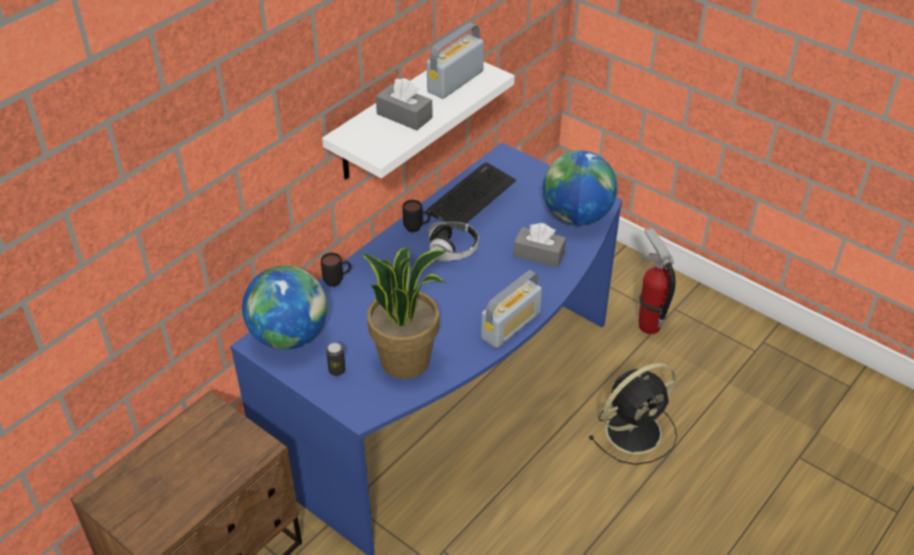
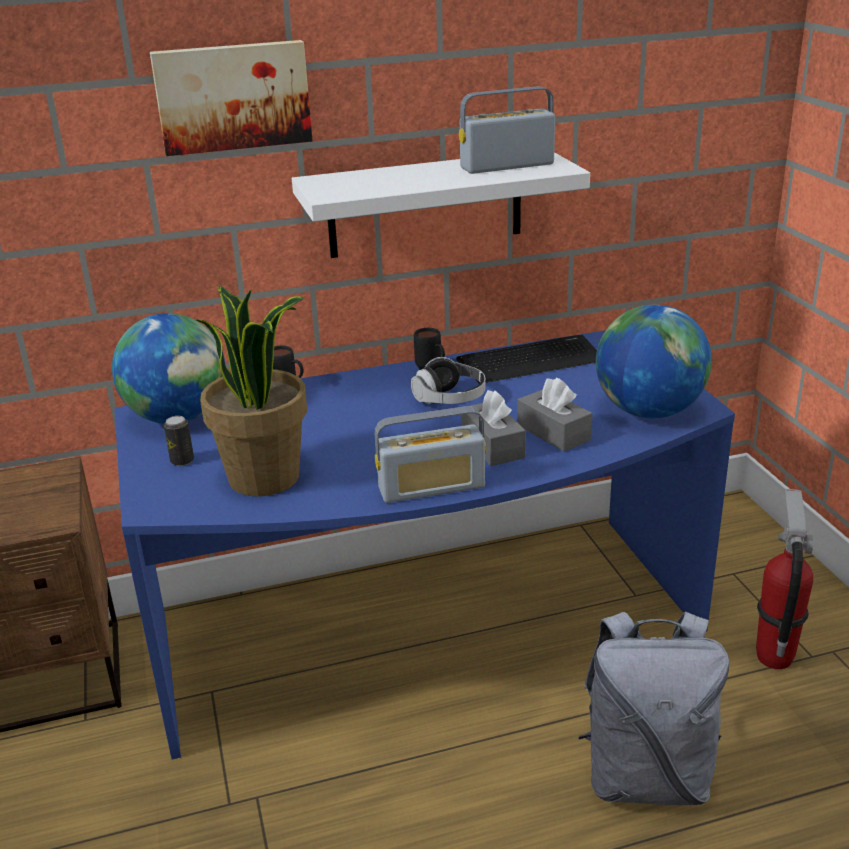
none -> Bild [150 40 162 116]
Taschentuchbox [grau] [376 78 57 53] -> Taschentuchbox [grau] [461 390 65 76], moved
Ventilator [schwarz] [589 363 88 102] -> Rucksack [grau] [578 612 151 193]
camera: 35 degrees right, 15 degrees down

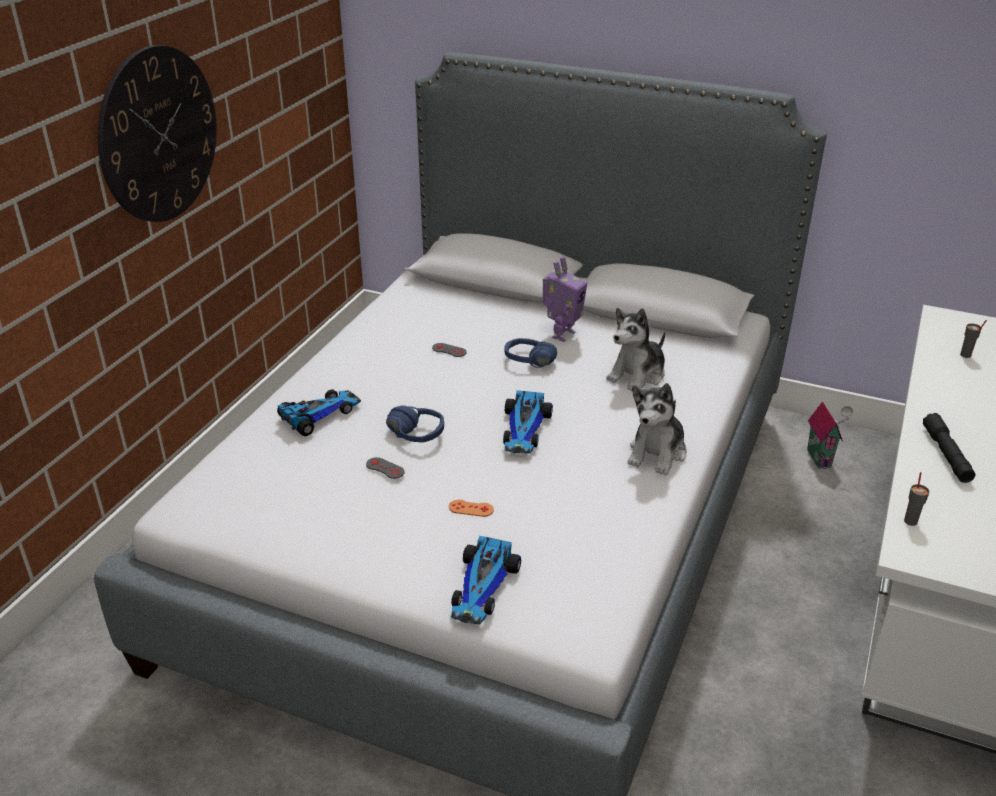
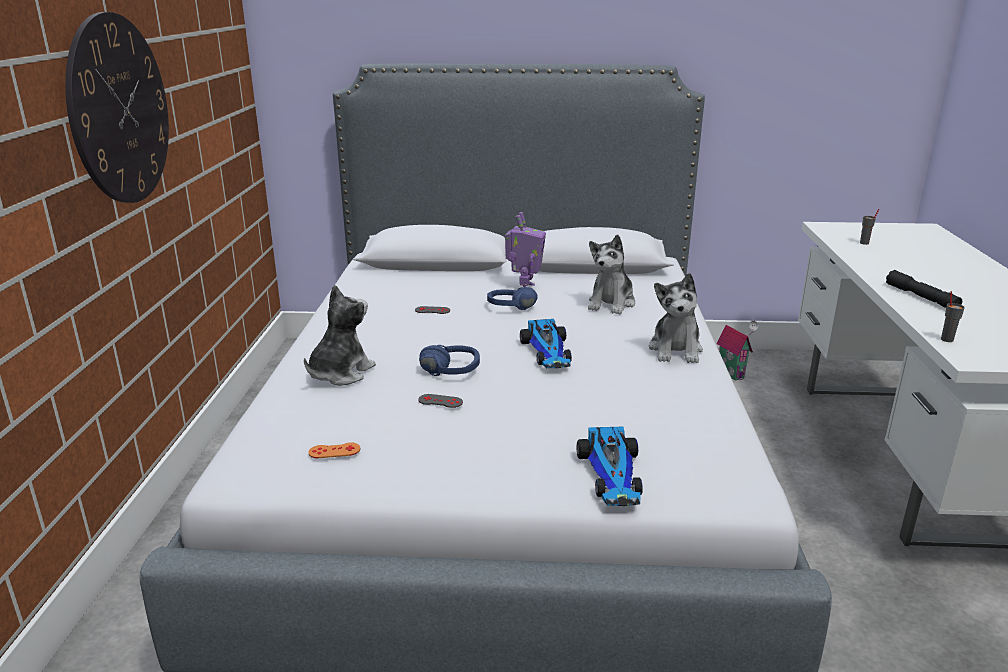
Gamepad [orange] [449 500 45 17] -> Gamepad [orange] [308 443 53 15], moved
Spielzeugauto [277 389 84 47] -> Plüschtier [304 285 72 101]
camera: 20 degrees left, 10 degrees down

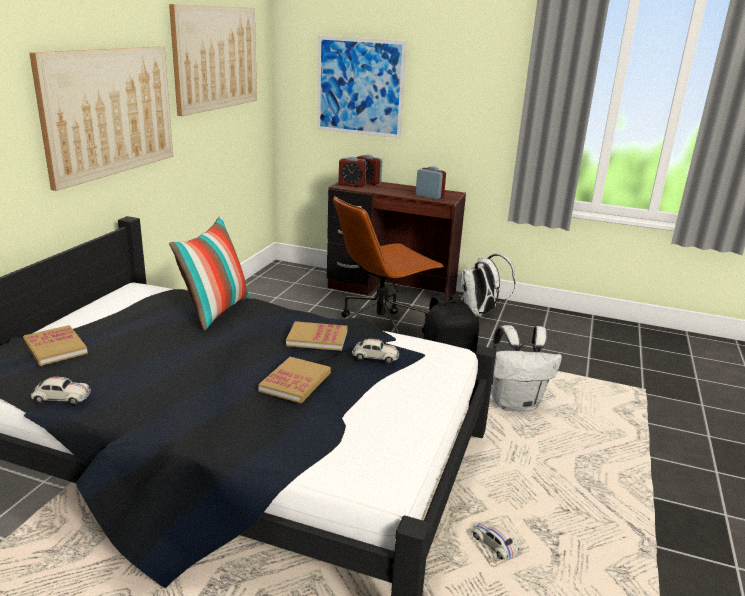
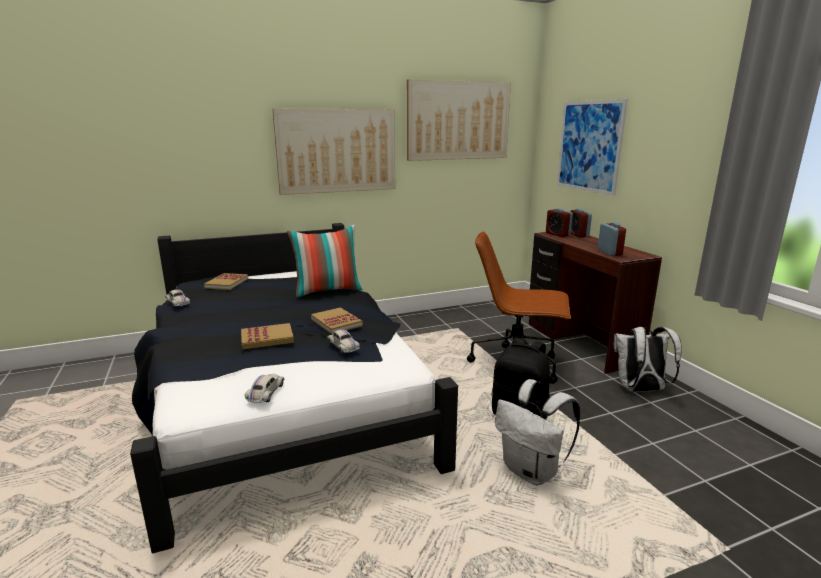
Spielzeugauto [weiß] [471 521 49 39] -> Spielzeugauto [weiß] [245 374 40 29], moved
camera: 50 degrees right, 5 degrees down

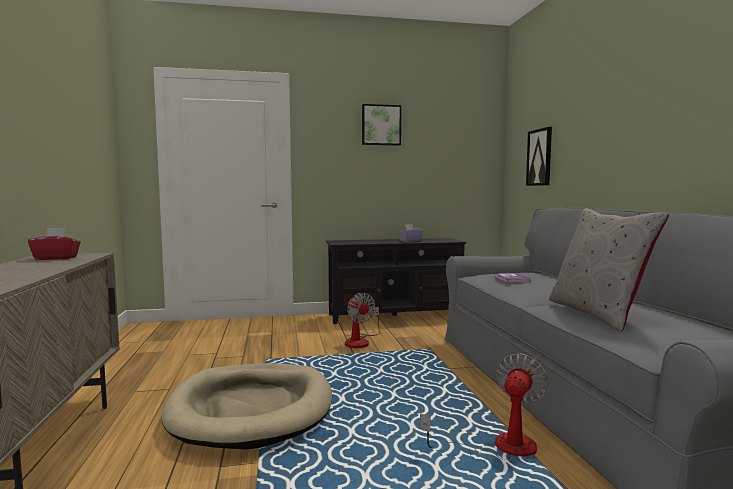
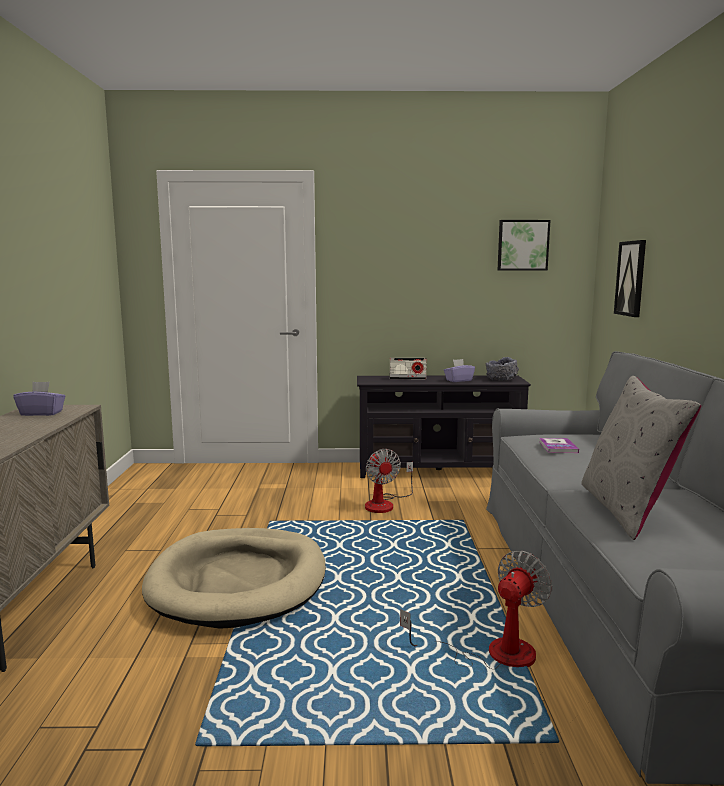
none -> Radio [390 358 37 21]
none -> Schüssel [grau] [486 357 33 24]
Bild [362 104 39 41] -> Bild [498 220 52 51], moved
Taschentuchbox [rot] [28 228 53 32] -> Taschentuchbox [lila] [13 382 53 34]
camera: 10 degrees right, 5 degrees up

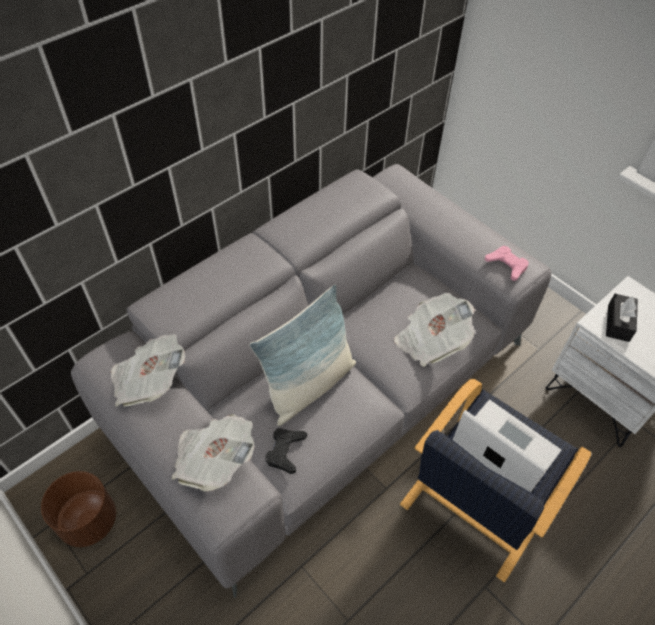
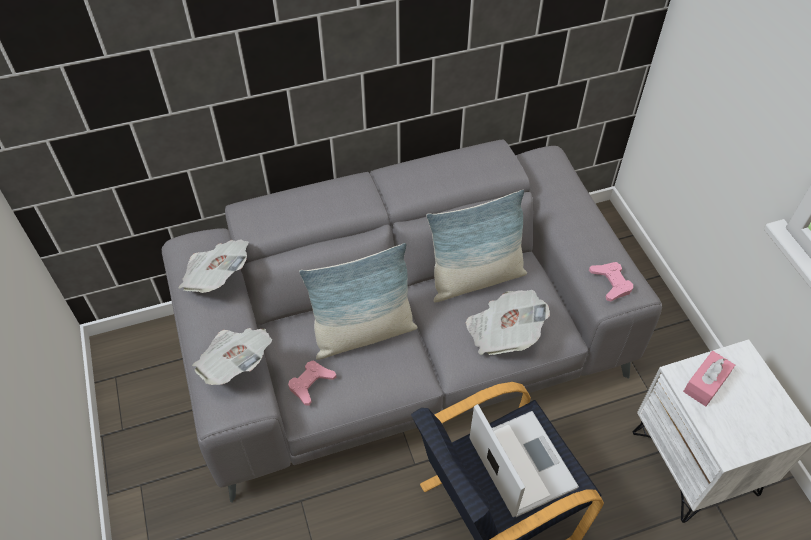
Pflanzkübel [braun] [41 471 75 76] -> none
none -> Kissen [426 190 101 112]
Gamepad [schwarz] [265 428 42 46] -> Gamepad [rosa] [288 361 49 45]
Taschentuchbox [schwarz] [606 294 32 48] -> Taschentuchbox [rosa] [683 351 52 56]
camera: 25 degrees right, 0 degrees up

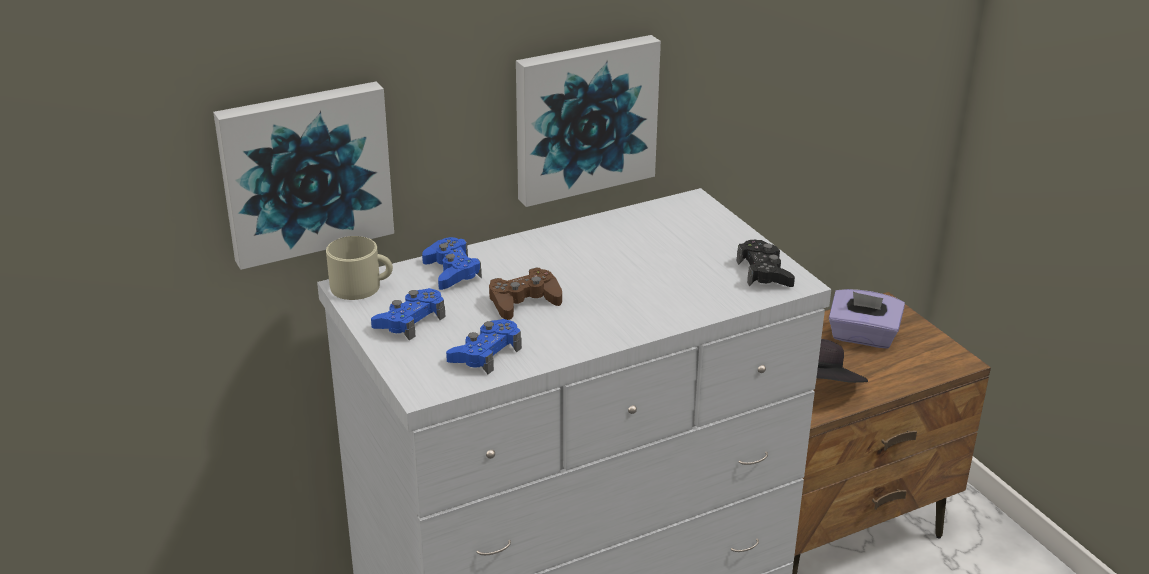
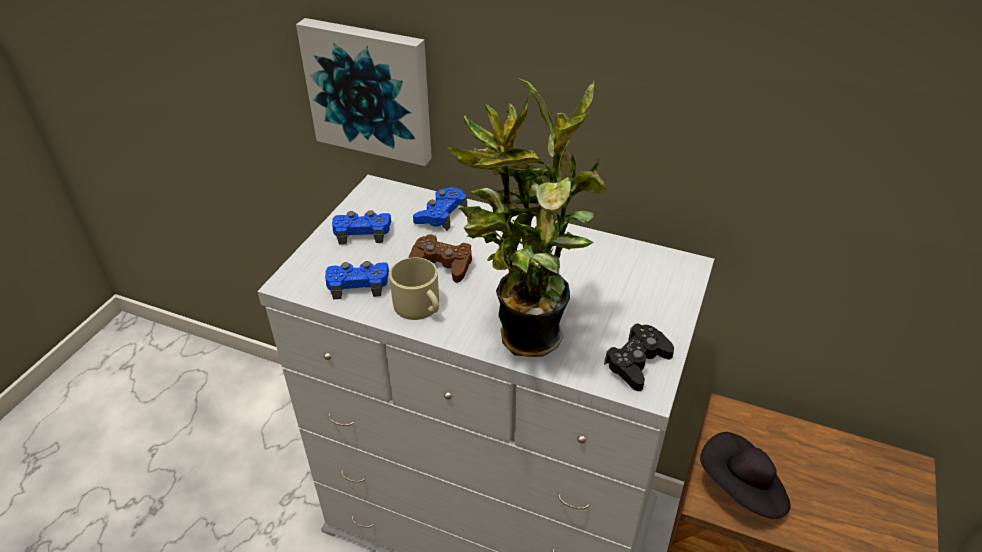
Bild [516 35 145 172] -> none
Taschentuchbox [lila] [829 289 76 60] -> none
none -> Topfpflanze [447 77 159 280]
Henkelbecher [beige] [326 236 67 64] -> Henkelbecher [beige] [389 258 50 62], moved
camera: 50 degrees right, 10 degrees up

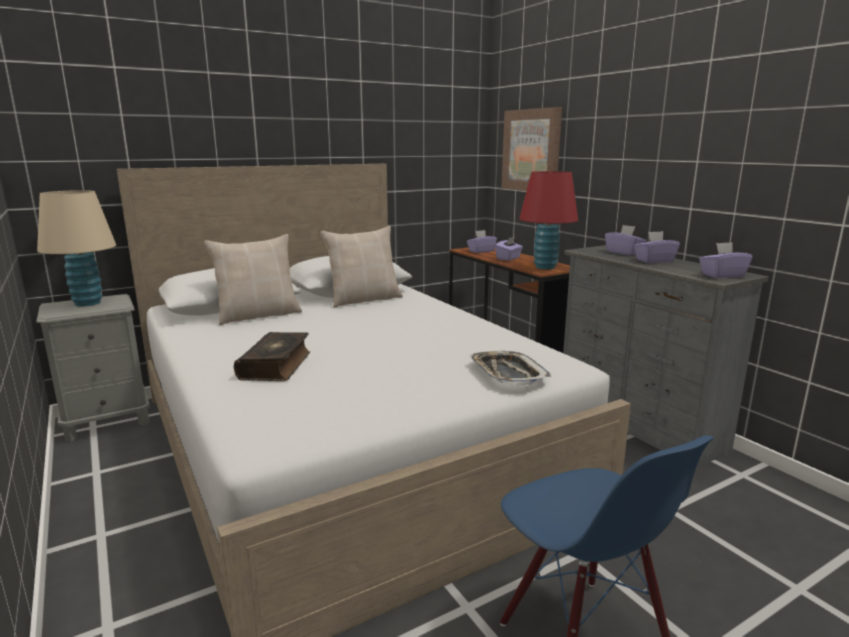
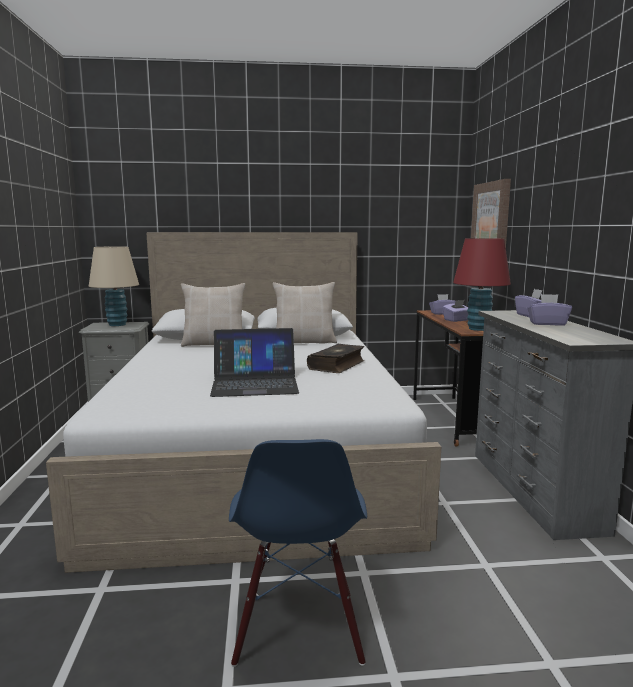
Tablett [469 351 82 35] -> none
Taschentuchbox [lila] [699 242 53 36] -> none
none -> Laptop [210 328 89 69]
Buch [234 332 76 49] -> Buch [307 344 57 29], moved
camera: 25 degrees right, 5 degrees down

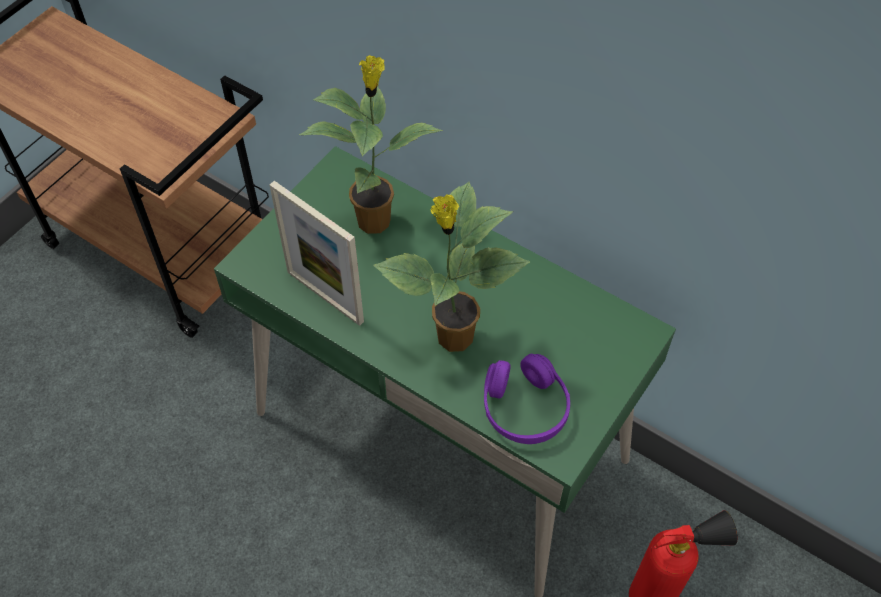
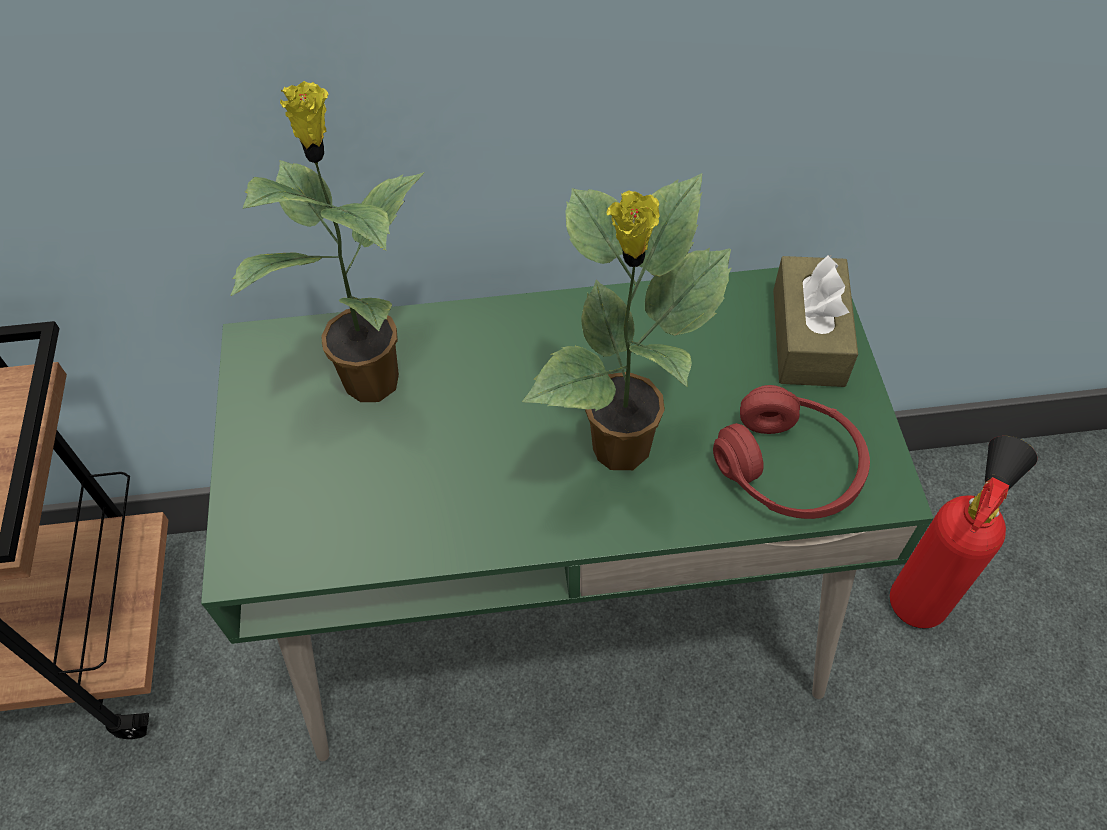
Bilderrahmen [270 181 94 145] -> none
none -> Taschentuchbox [braun] [773 254 85 133]
Kopfhörer [lila] [484 354 86 90] -> Kopfhörer [rot] [713 385 157 134]
camera: 40 degrees left, 0 degrees up

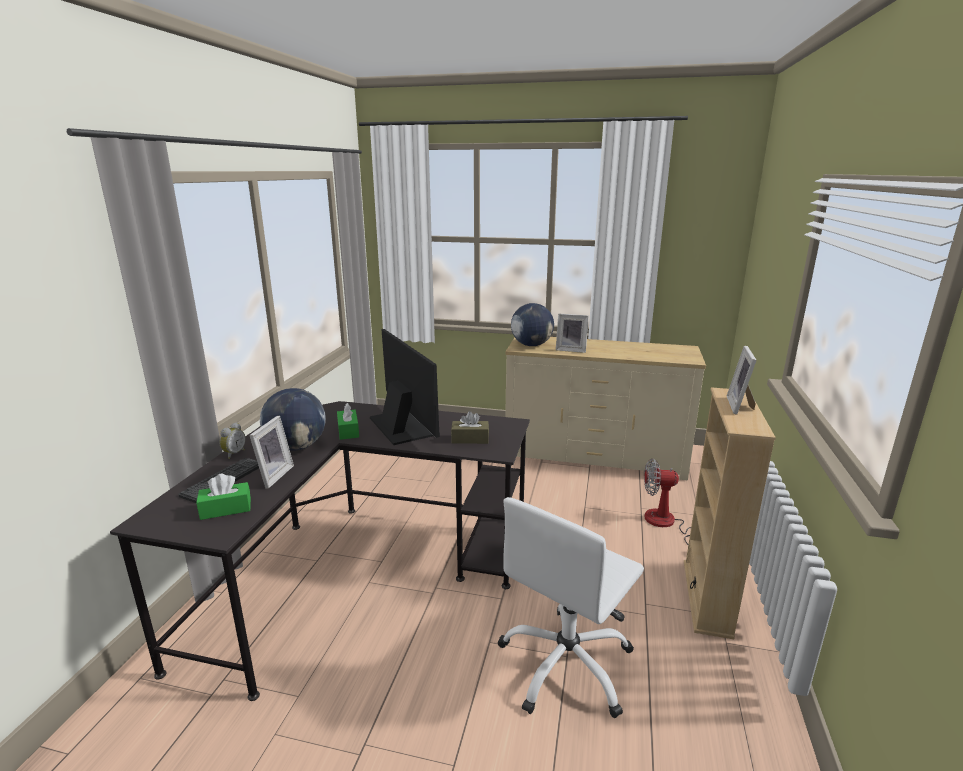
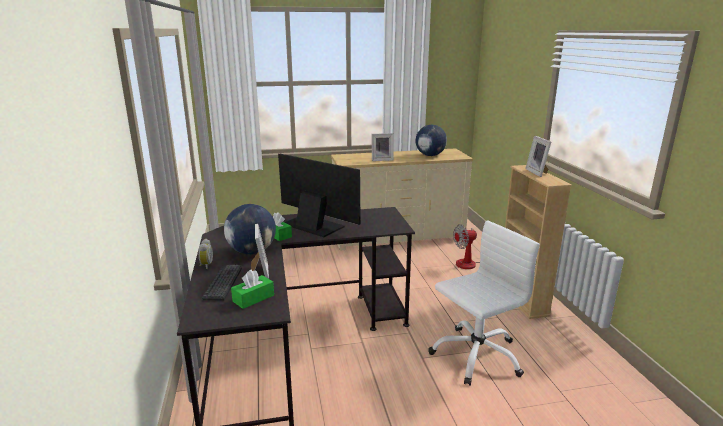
Taschentuchbox [braun] [451 411 38 33] -> none
Globus [511 303 43 43] -> Globus [415 125 32 31], moved
Bürostuhl [weiß] [498 497 146 221] -> Bürostuhl [weiß] [428 220 112 165], 135 degrees counterclockwise
camera: 25 degrees left, 0 degrees up

